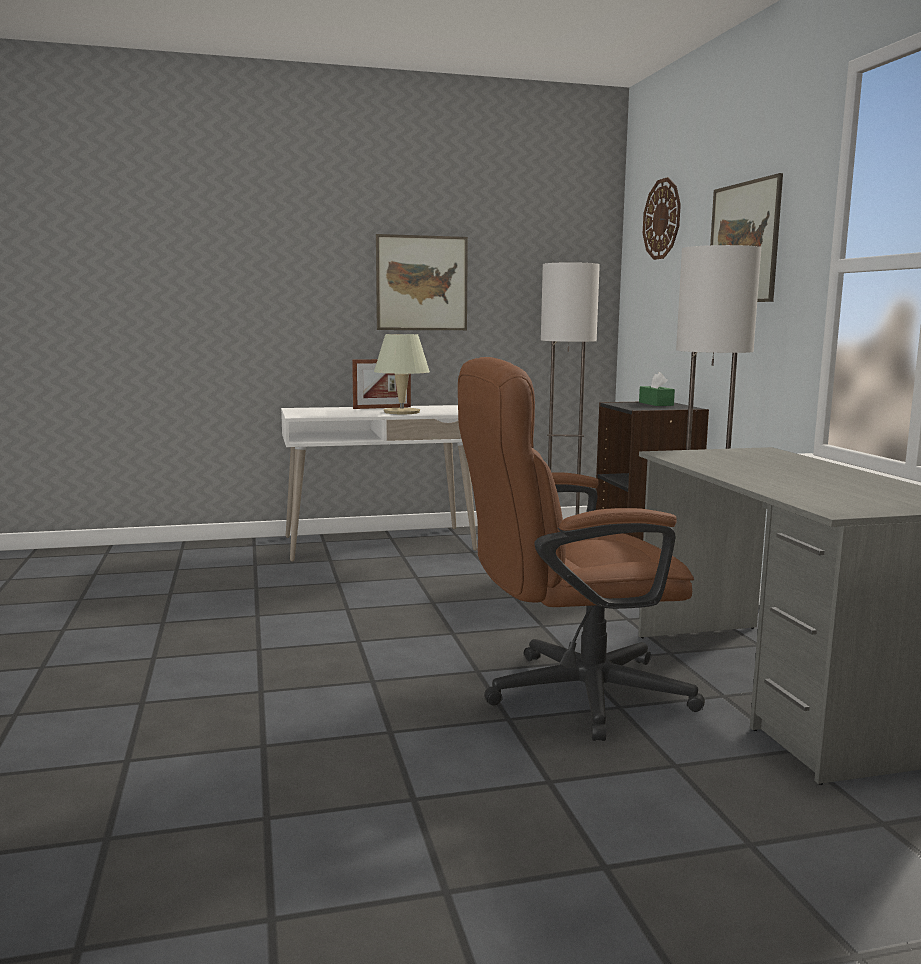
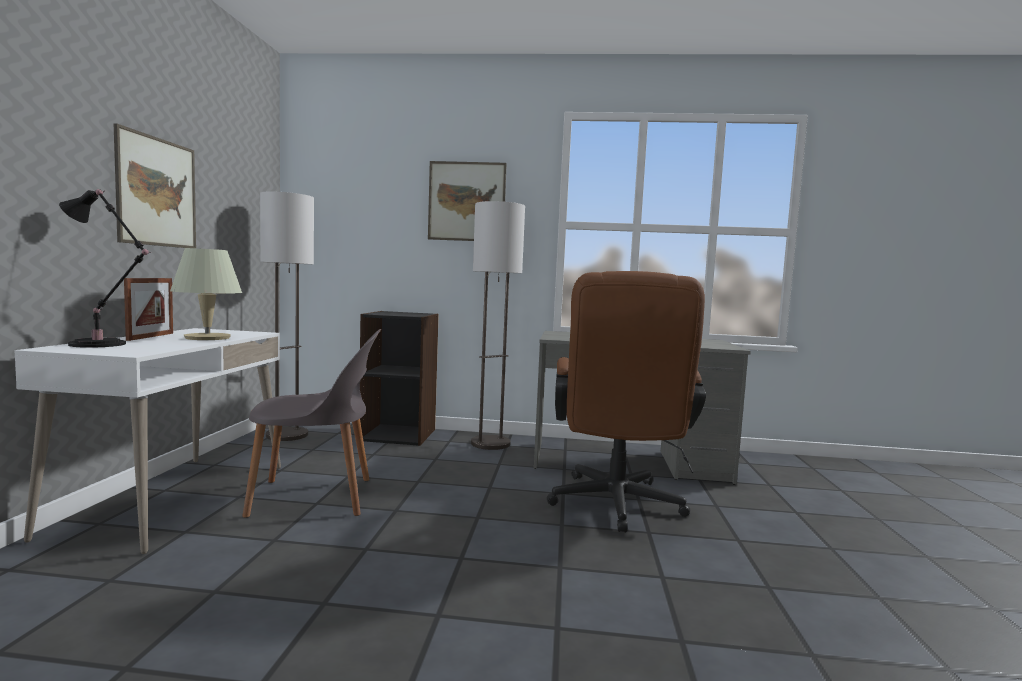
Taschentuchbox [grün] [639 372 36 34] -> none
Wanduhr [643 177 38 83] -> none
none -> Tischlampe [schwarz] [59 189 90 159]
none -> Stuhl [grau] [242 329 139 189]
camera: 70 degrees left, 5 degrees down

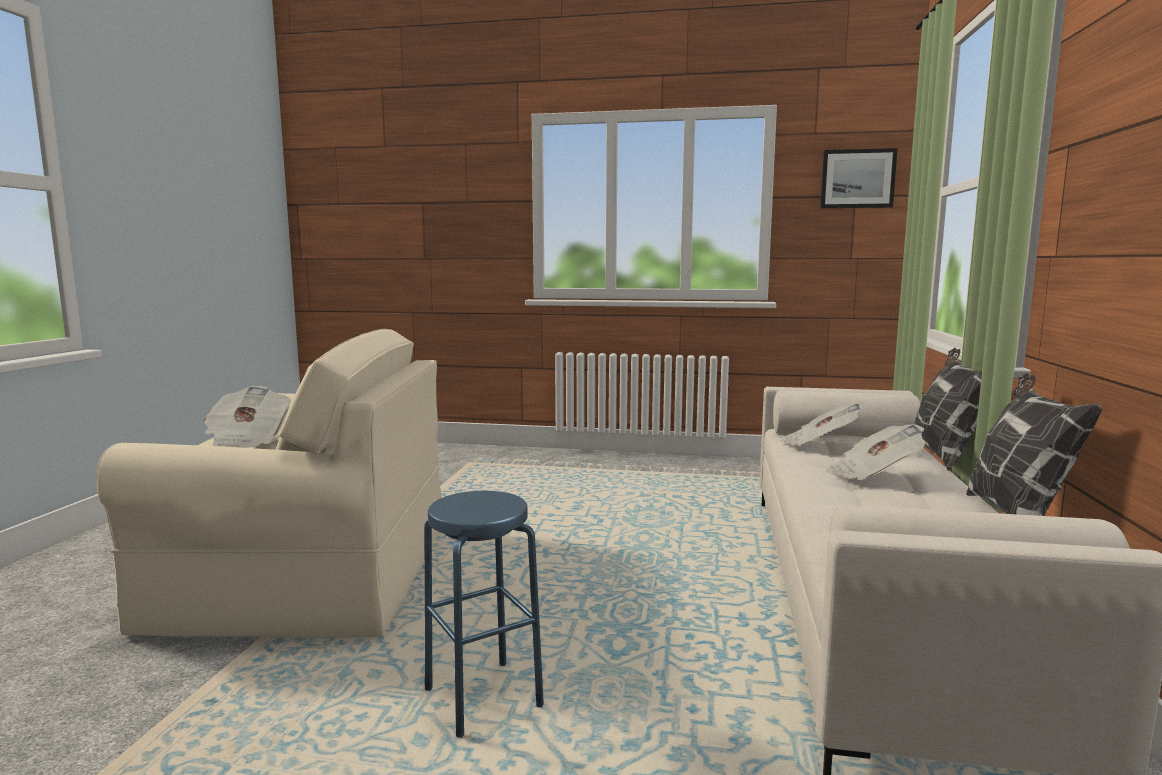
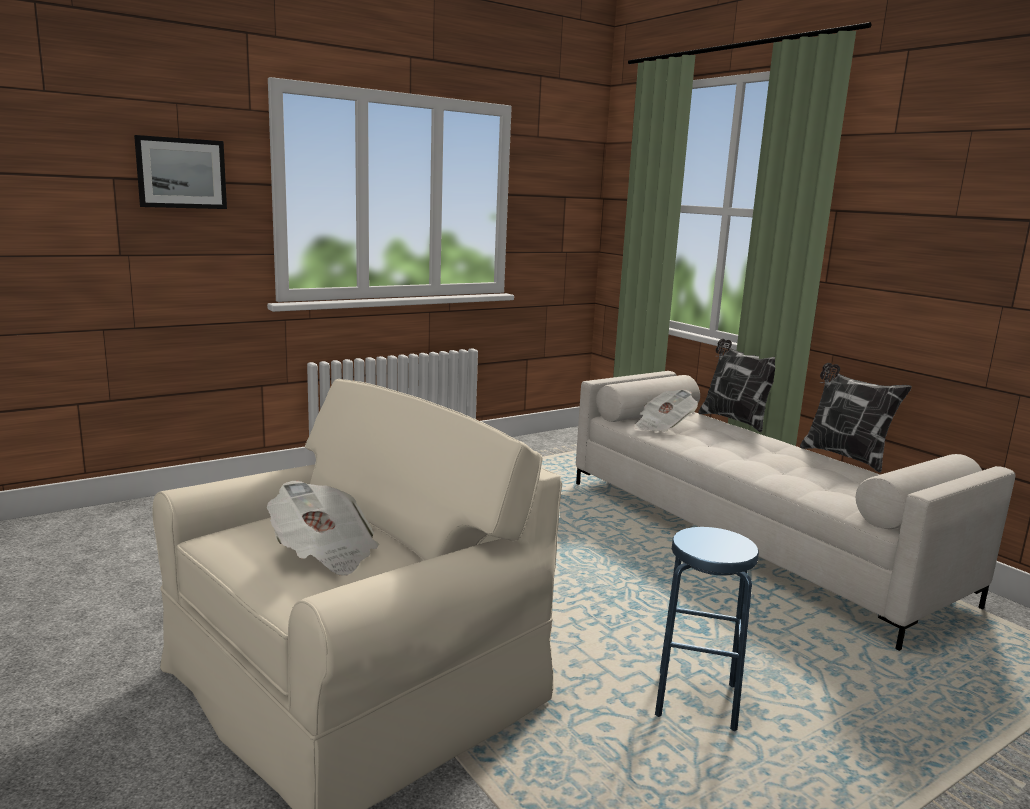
Zeitung [826 424 100 56] -> none
Bild [820 148 77 60] -> Bild [134 135 93 74], moved
camera: 45 degrees left, 5 degrees up

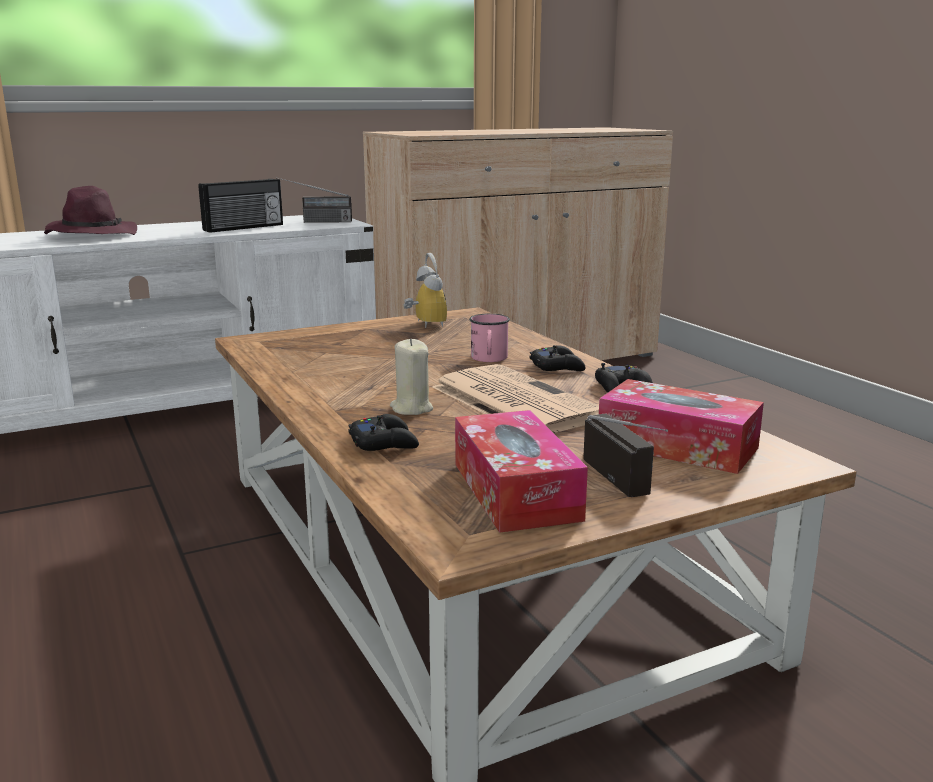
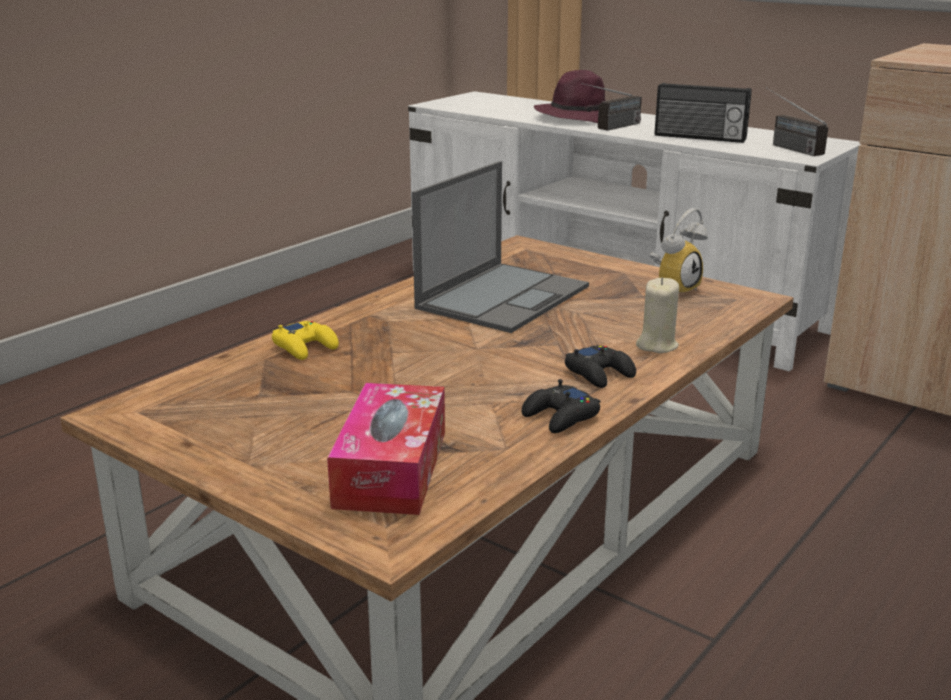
Zeitung [433 364 166 69] -> none
Taschentuchbox [455 410 133 123] -> none
Henkelbecher [rosa] [469 314 41 48] -> none
none -> Laptop [412 161 177 172]
Kerze [beige] [390 339 43 76] -> Kerze [beige] [636 277 43 76], moved
Radio [583 413 85 84] -> Radio [582 83 60 48], moved
Gamepad [schwarz] [348 414 71 37] -> Gamepad [gelb] [272 321 67 39]
camera: 65 degrees right, 5 degrees up

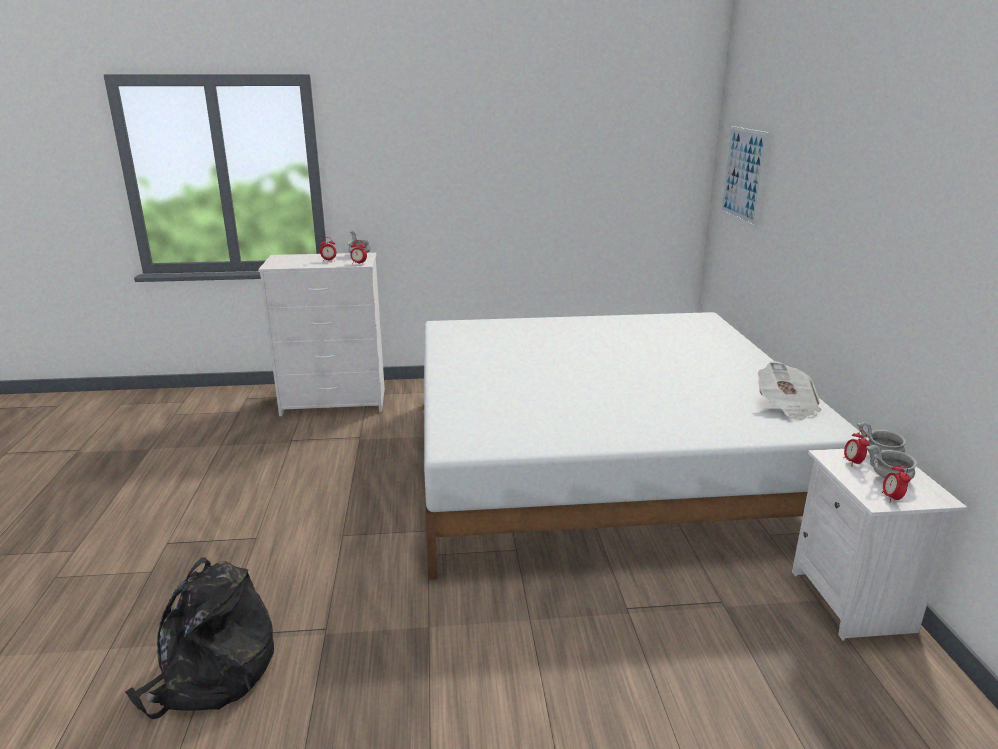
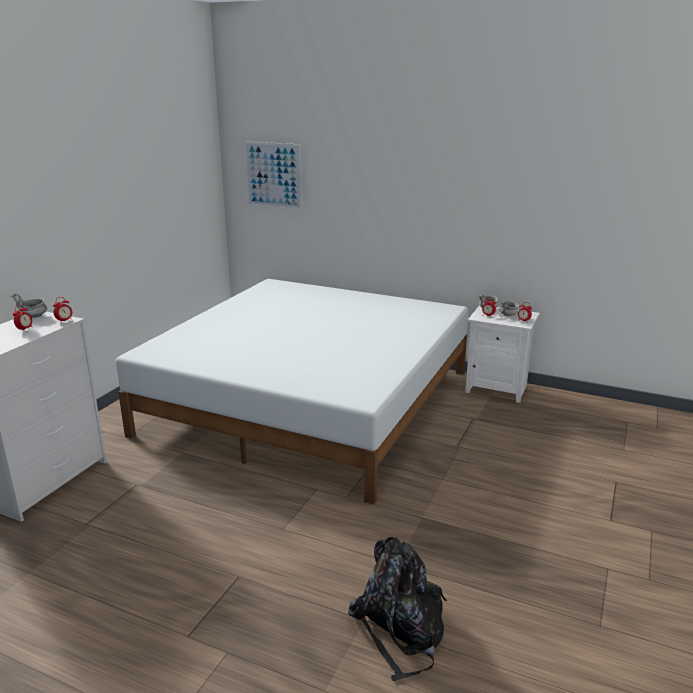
Zeitung [758 361 64 61] -> none
camera: 60 degrees left, 0 degrees up

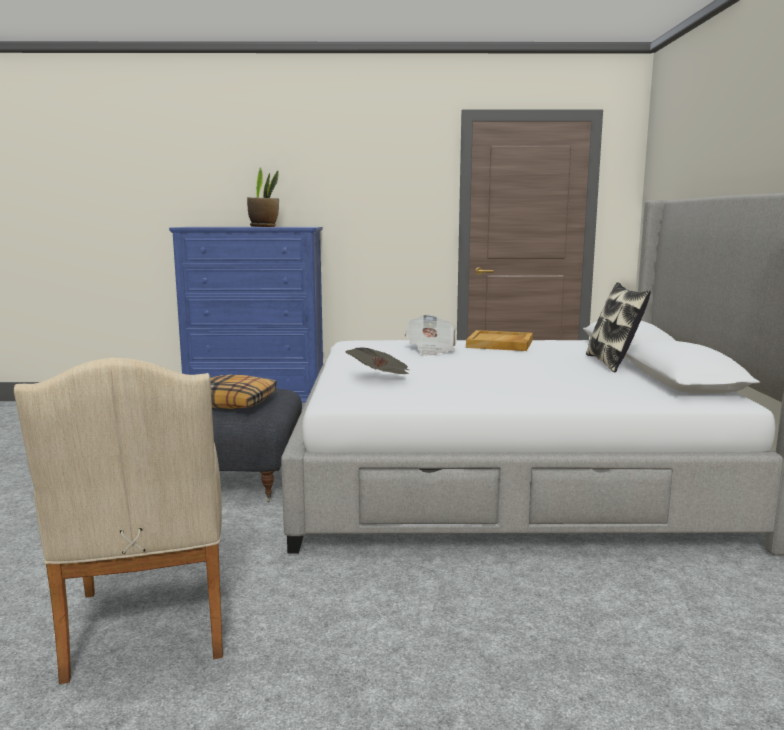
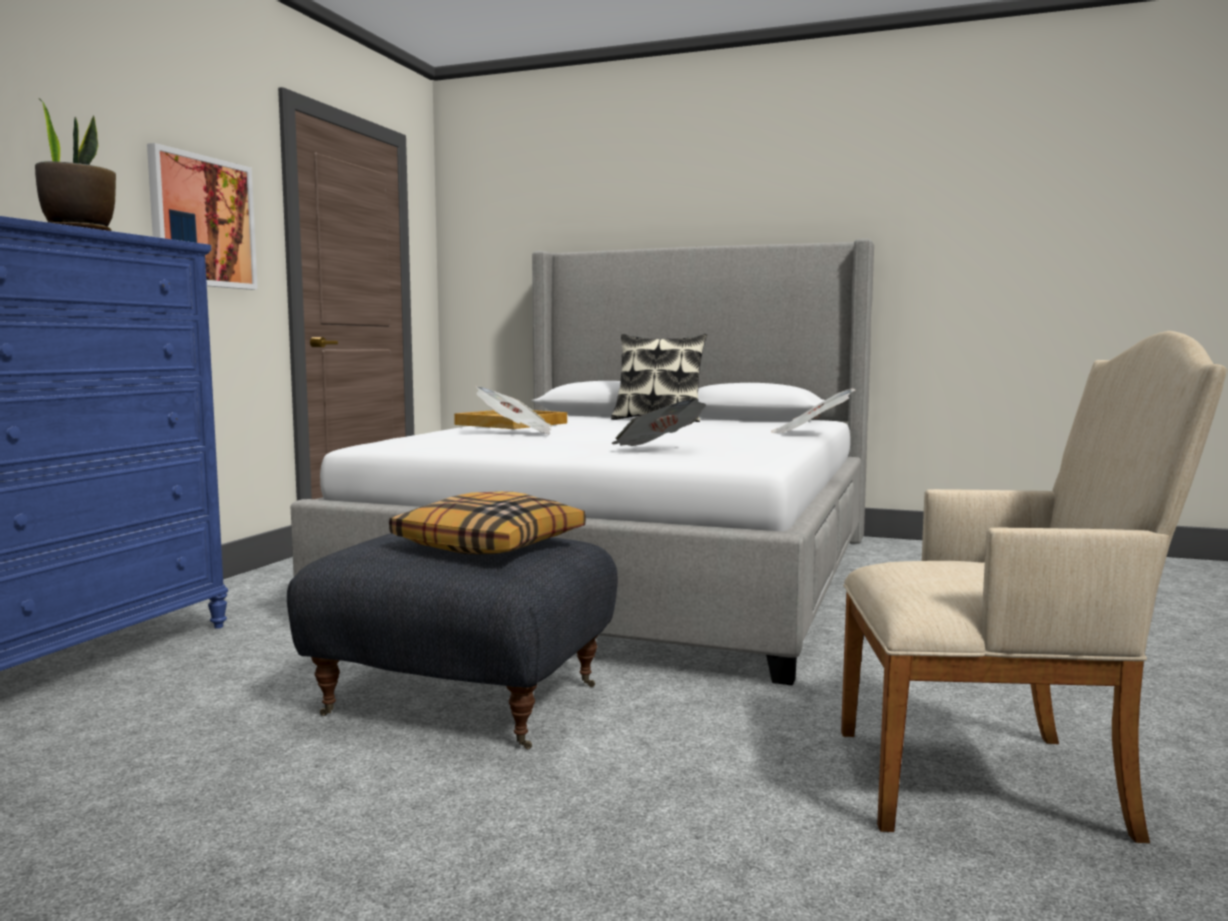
none -> Bild [147 143 111 147]
none -> Zeitung [771 388 85 45]
camera: 70 degrees left, 5 degrees down

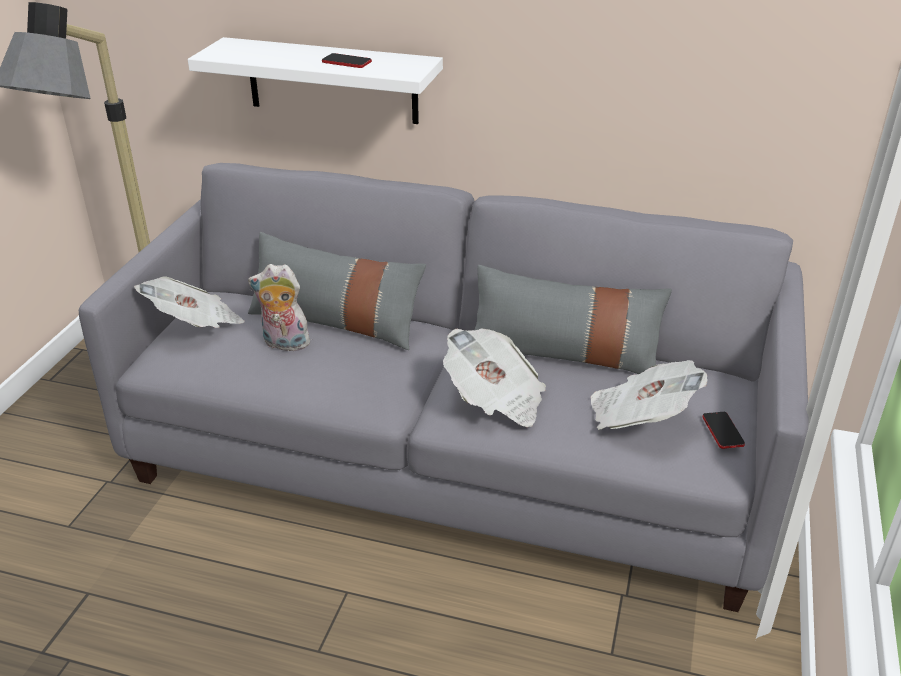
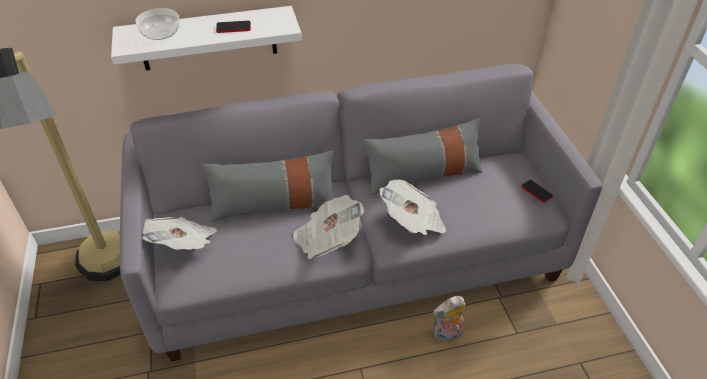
none -> Schüssel [136 8 43 32]
Plüschtier [248 264 62 87] -> Plüschtier [433 296 32 46], moved
Zeitung [590 360 117 70] -> Zeitung [293 195 71 64], moved
camera: 30 degrees left, 10 degrees up

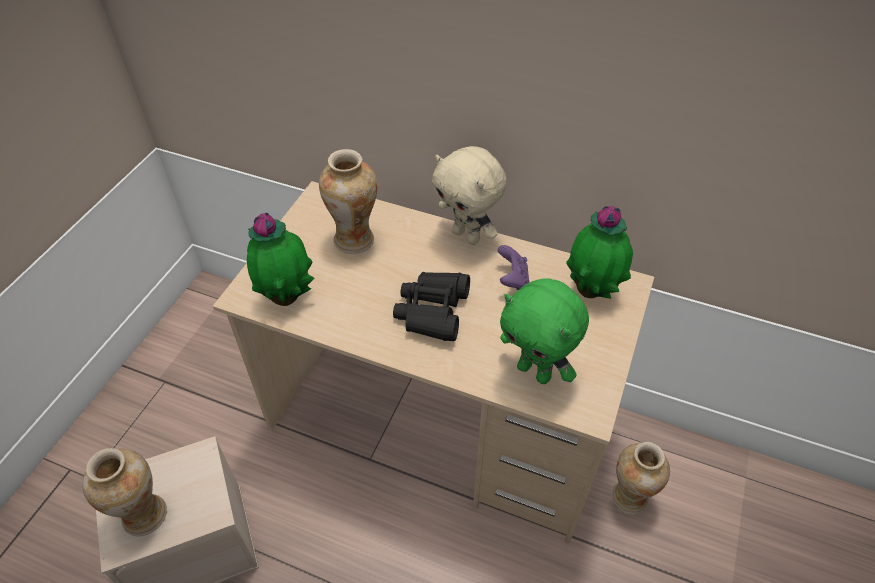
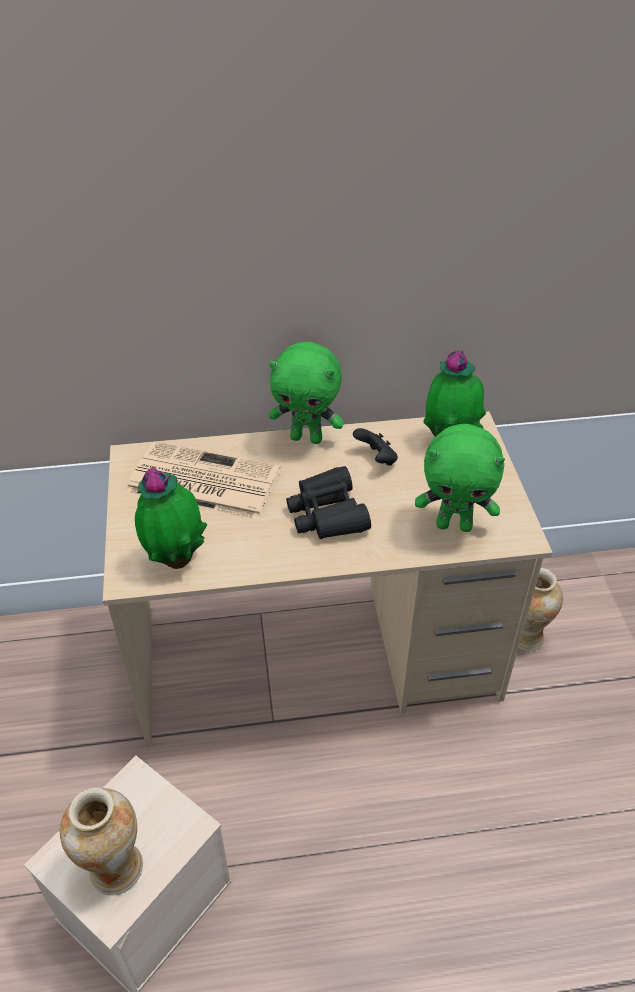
Vase [319 149 58 105] -> Zeitung [126 442 154 78]
Plüschtier [beige] [432 146 75 99] -> Plüschtier [grün] [269 342 75 102]
Gamepad [lila] [498 245 32 45] -> Gamepad [schwarz] [353 428 45 38]
camera: 30 degrees left, 5 degrees down

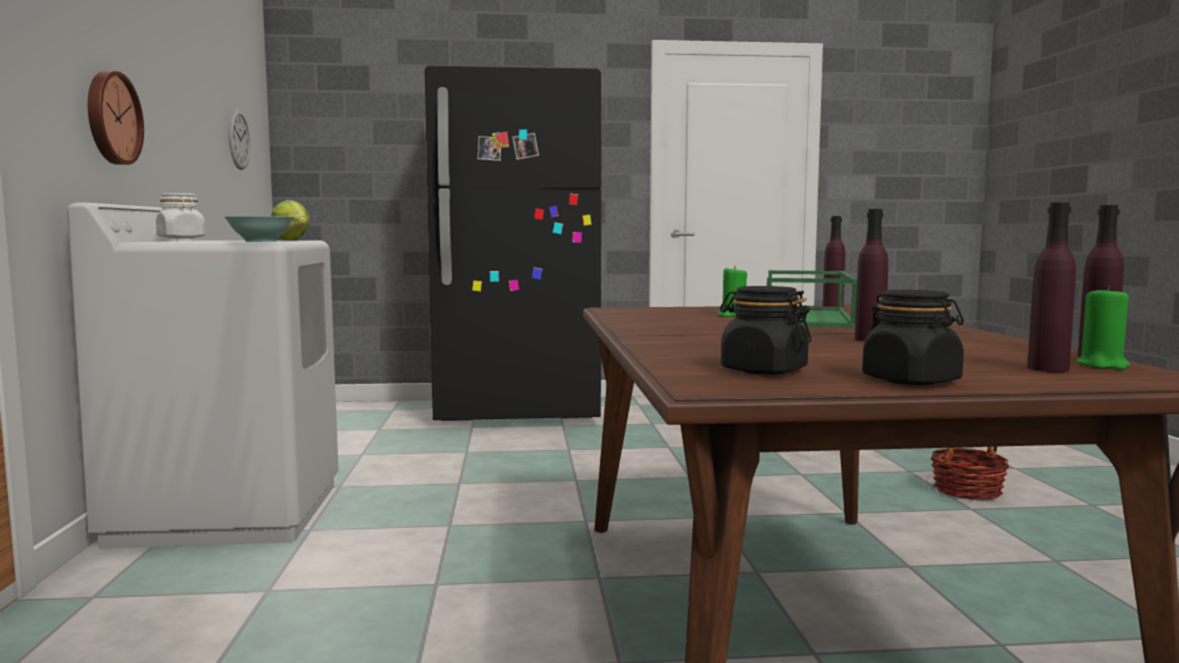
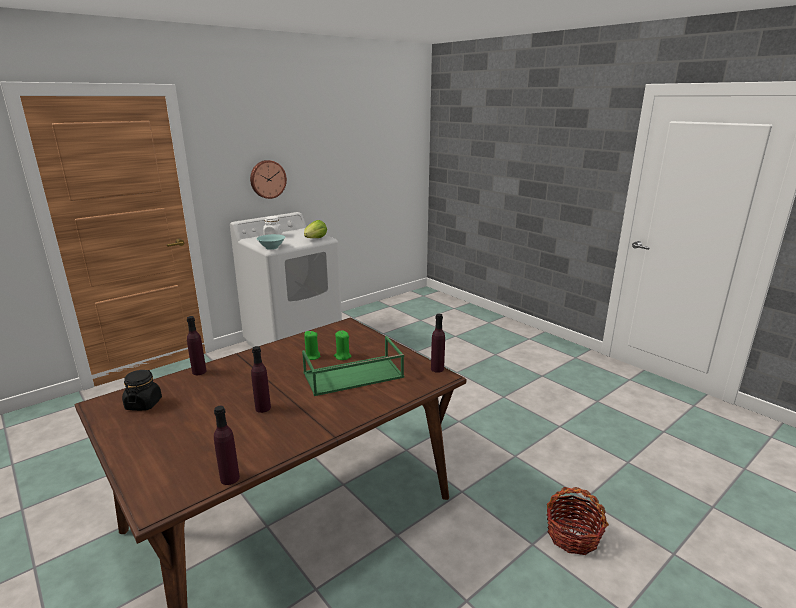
Wanduhr [228 109 22 61] -> none
Kühlschrank [schwarz] [425 66 176 355] -> none
Vorratsglas [schwarz] [862 290 102 95] -> none
Flasche [lila] [1027 202 49 170] -> Flasche [lila] [187 316 19 59], moved
Kerze [grün] [1076 286 54 84] -> Kerze [grün] [304 331 16 29], moved
camera: 55 degrees right, 15 degrees up

